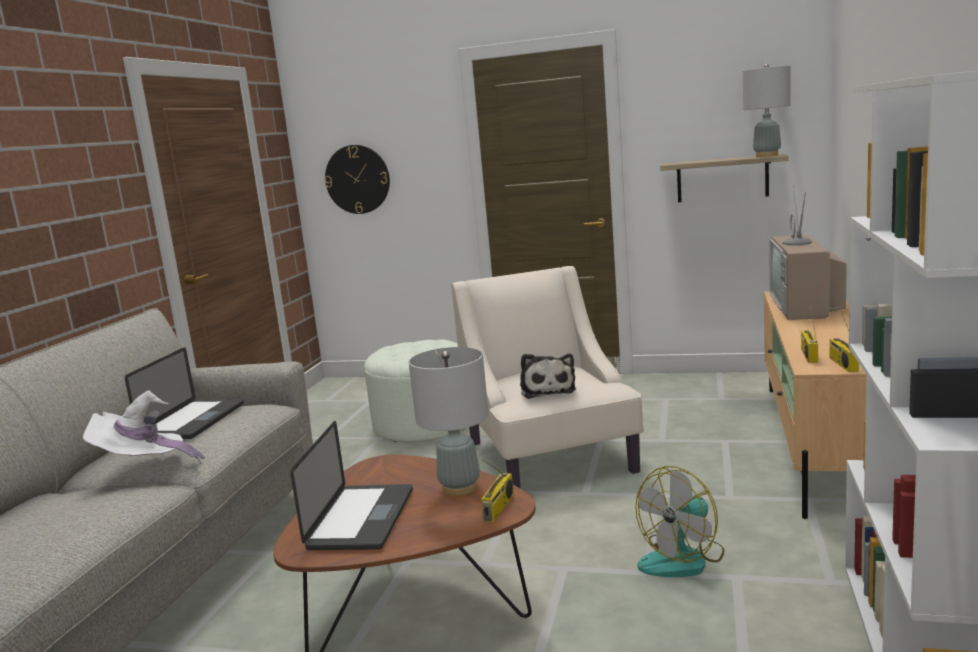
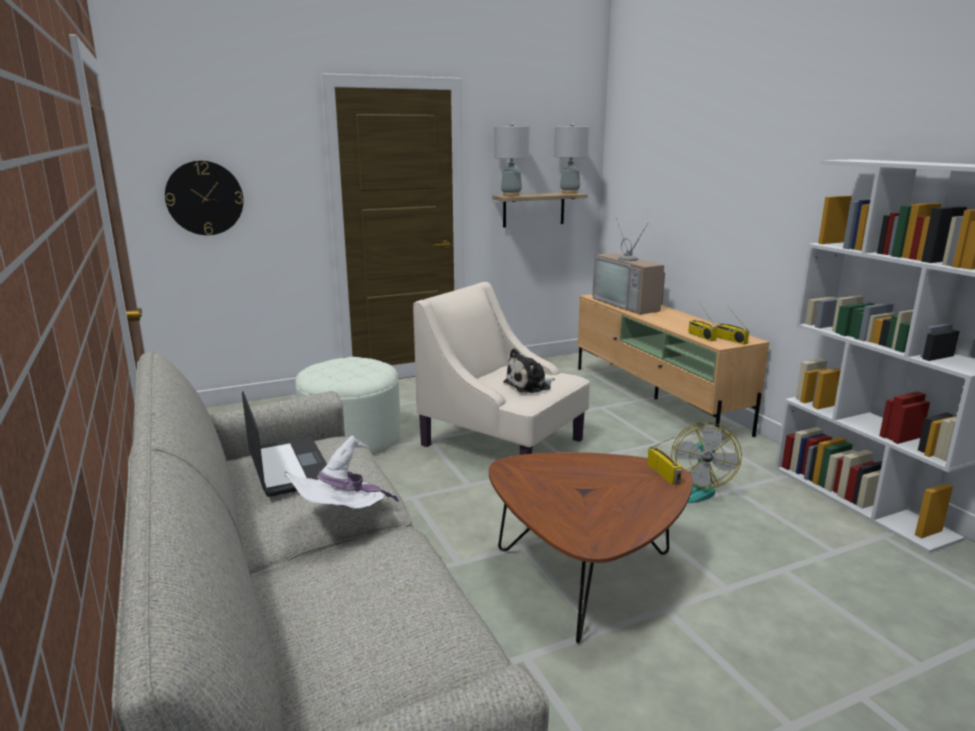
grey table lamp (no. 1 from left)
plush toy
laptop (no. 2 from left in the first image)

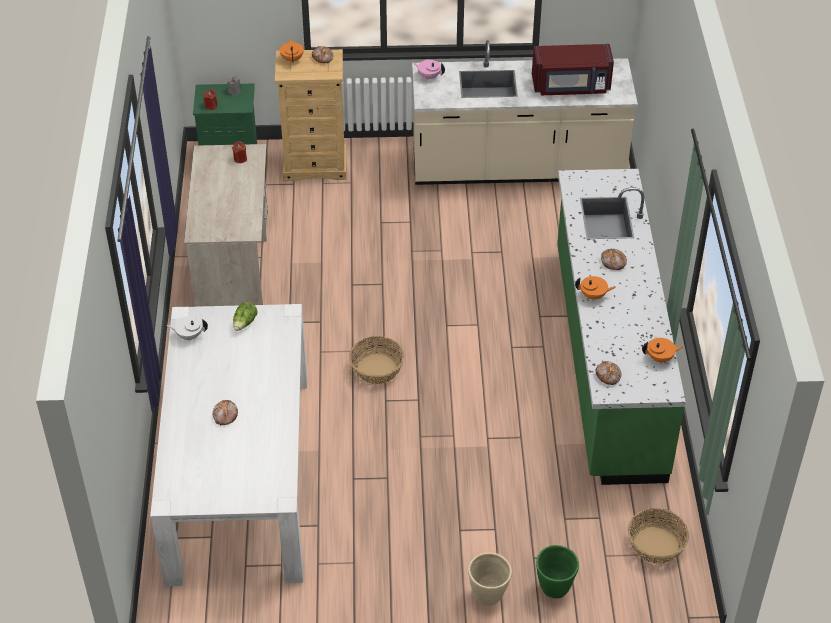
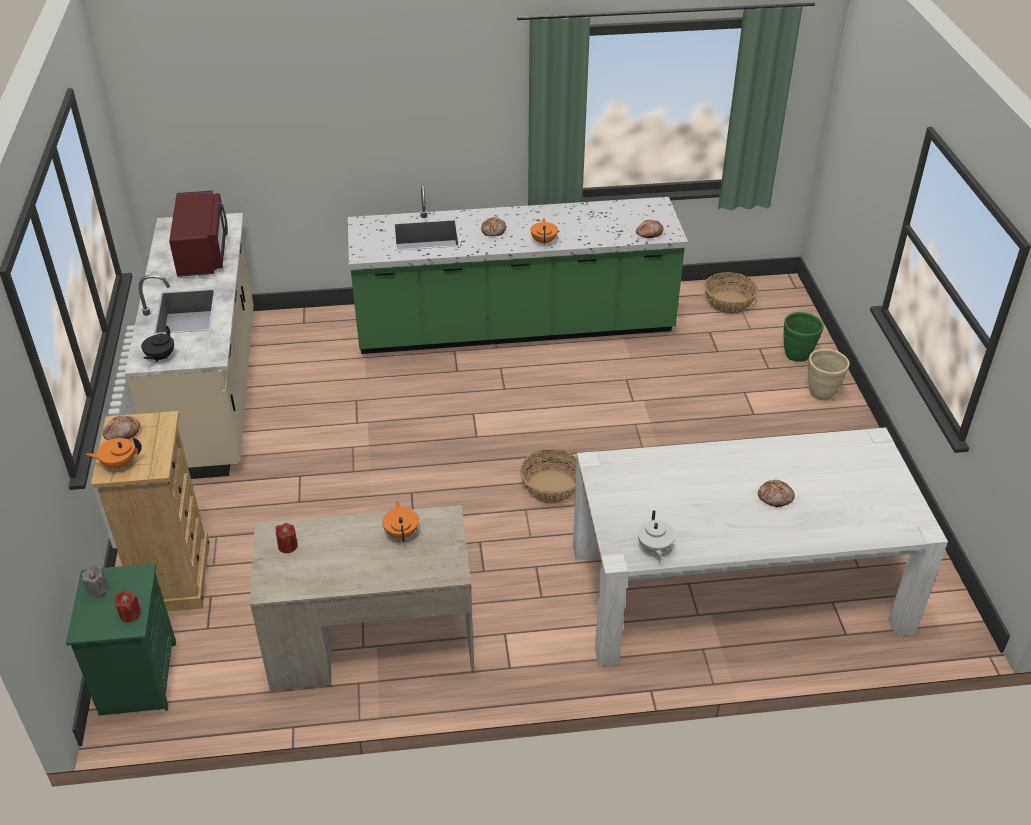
black teapot
orange teapot (no. 2 from left)
lettuce

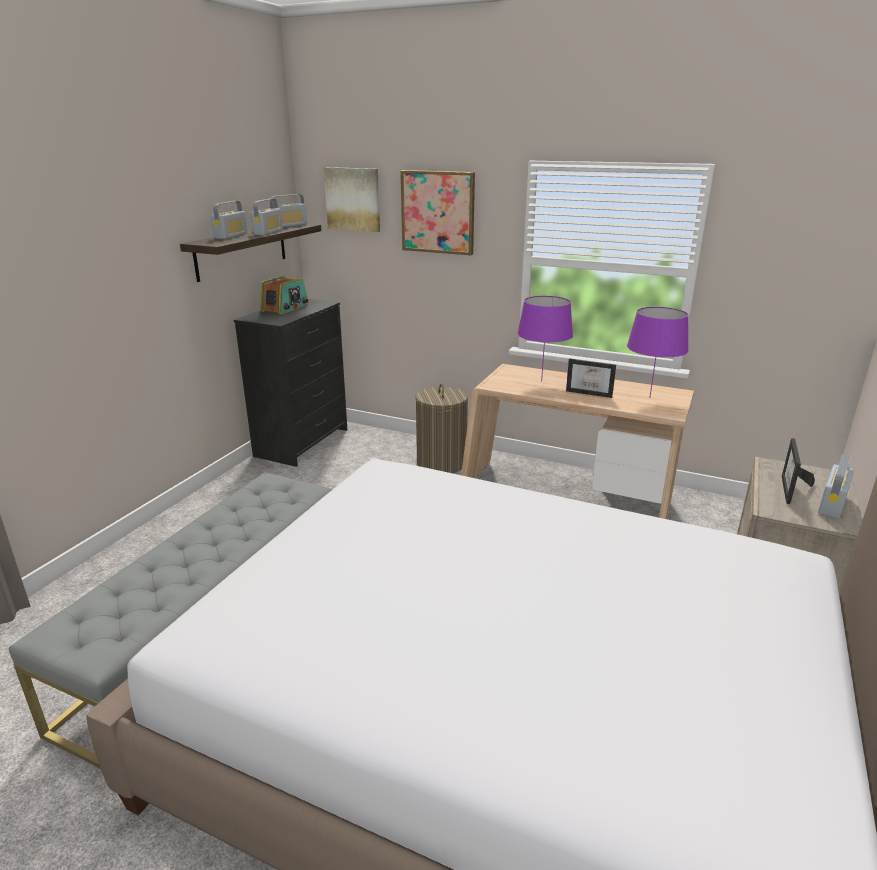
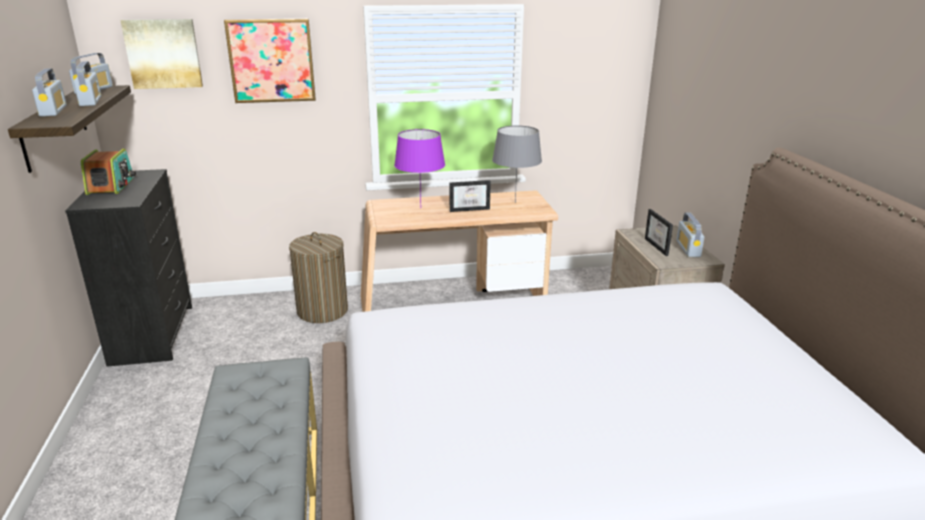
grey table lamp

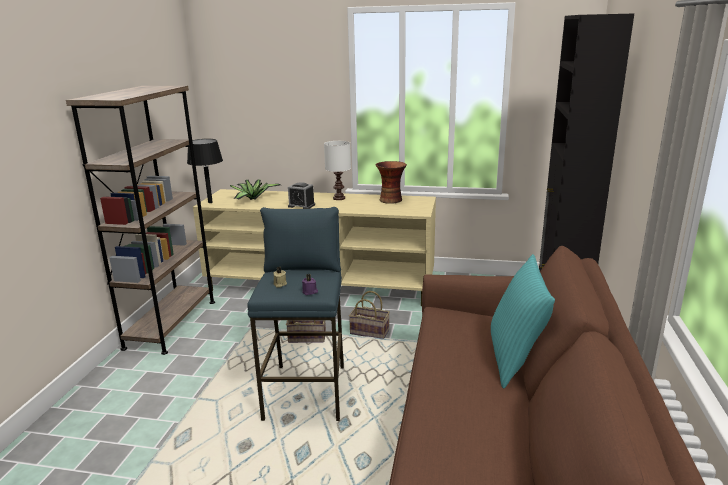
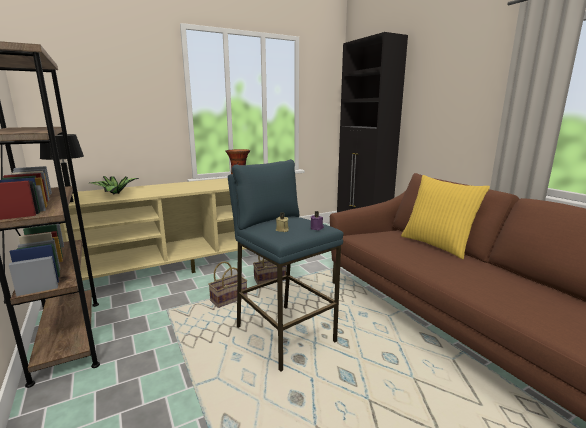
yellow pillow
alarm clock
white table lamp

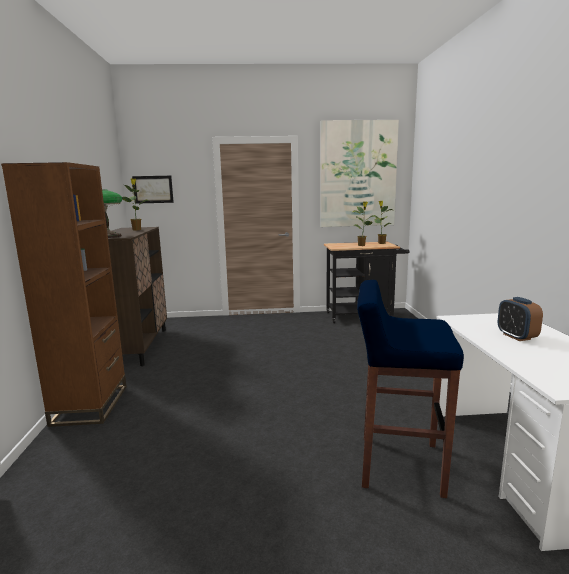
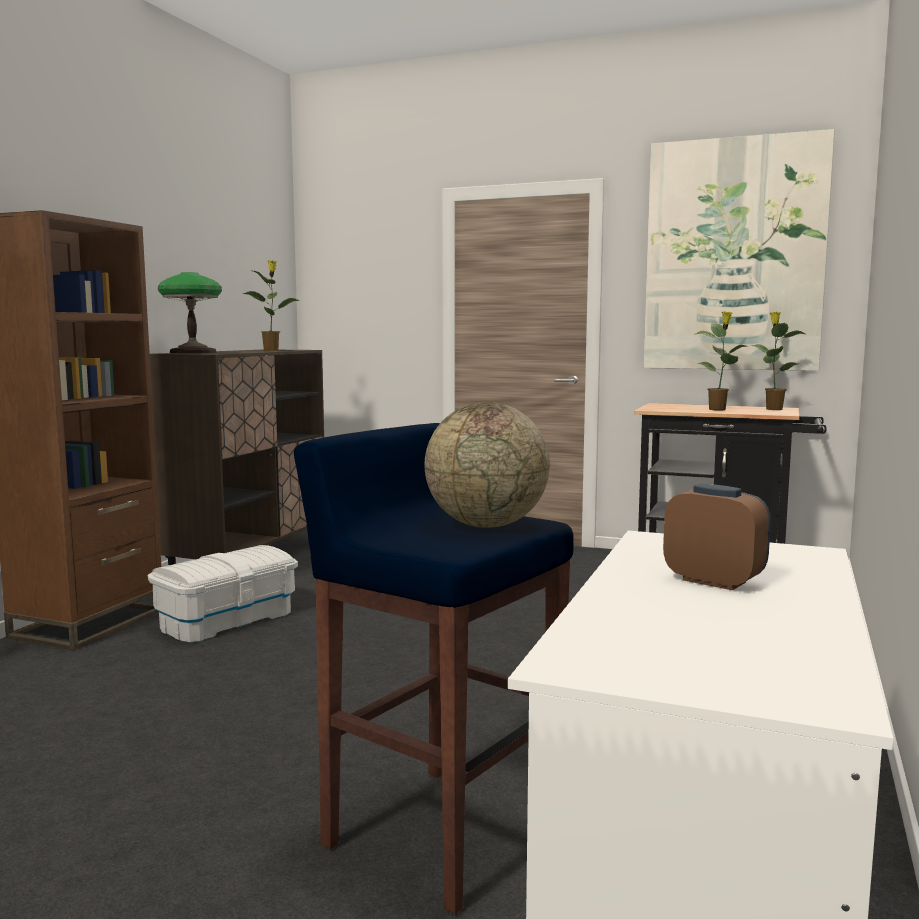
white storage box
globe
alarm clock
picture (no. 1 from left in the first image)

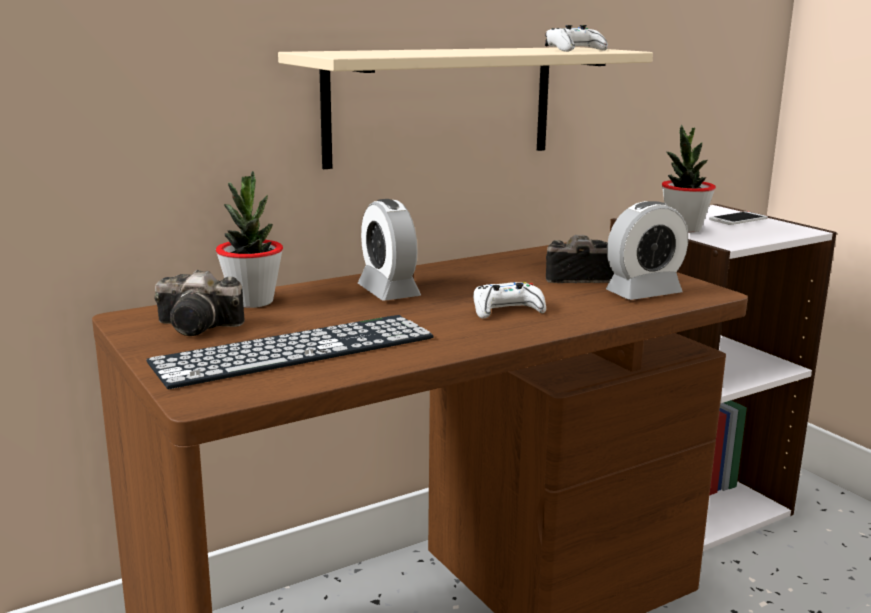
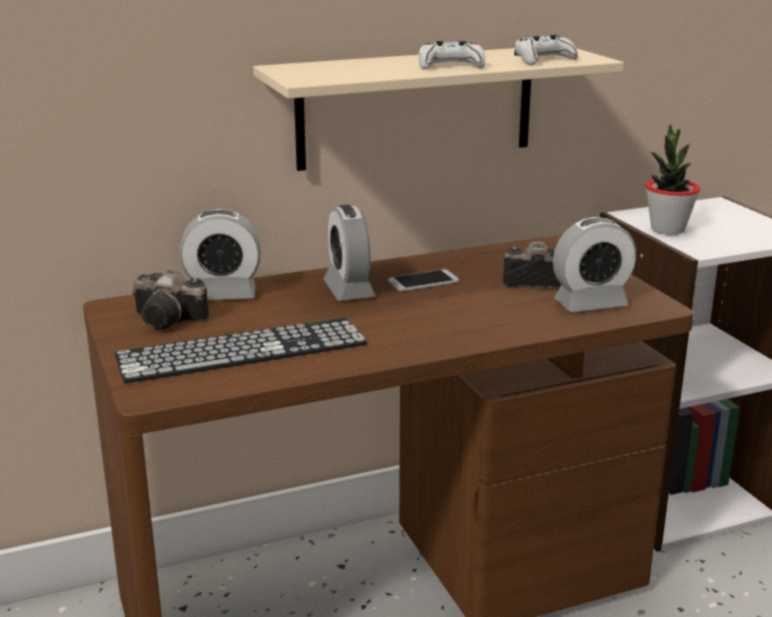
alarm clock (no. 1 from left)
phone
white game controller (no. 1 from left)

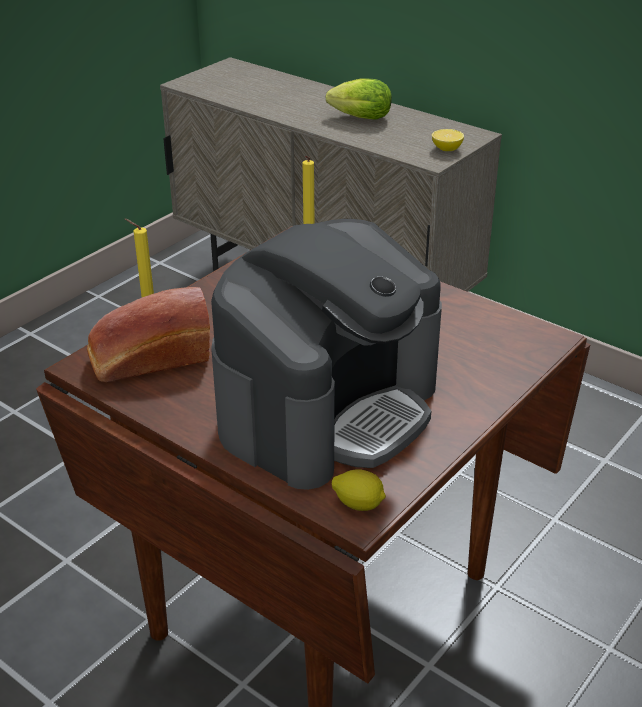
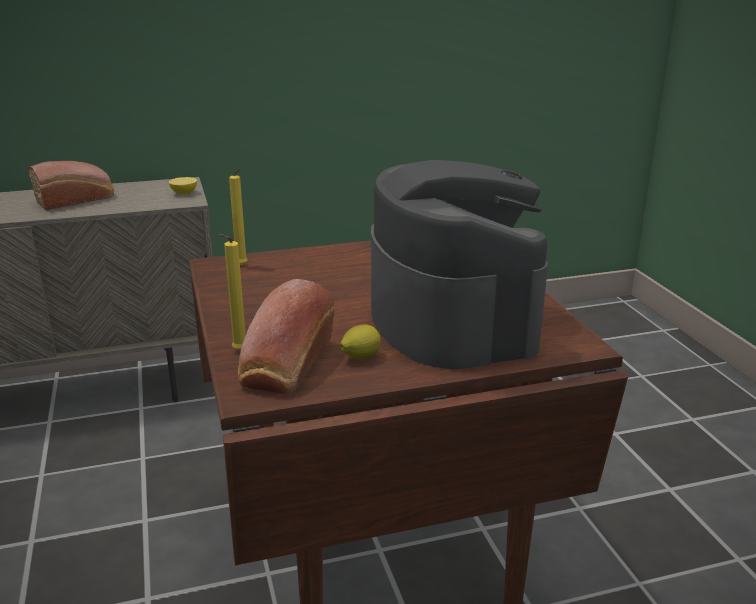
bread (no. 1 from left)
lemon (no. 2 from left)

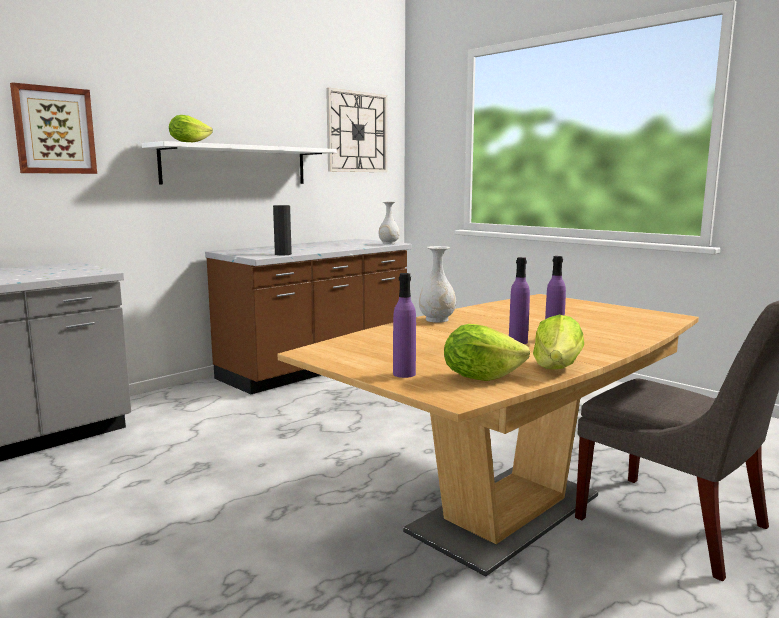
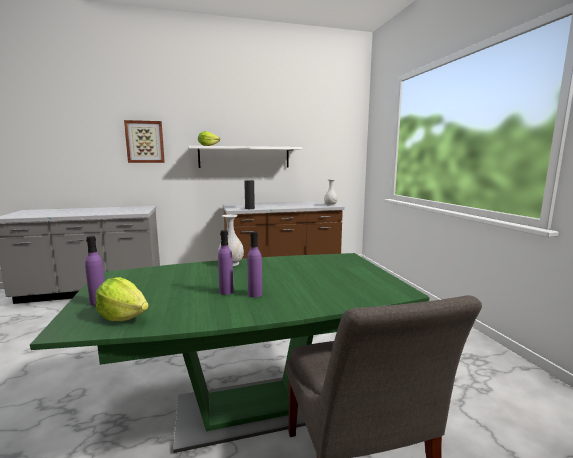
green dining table
wall clock
lettuce (no. 3 from left in the first image)

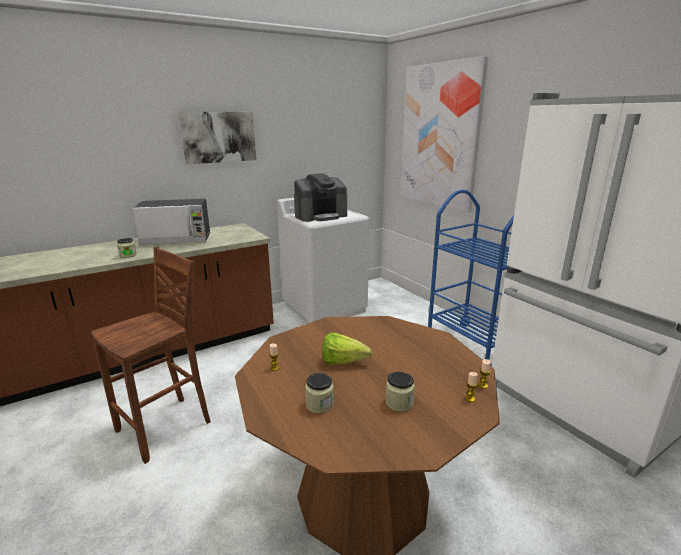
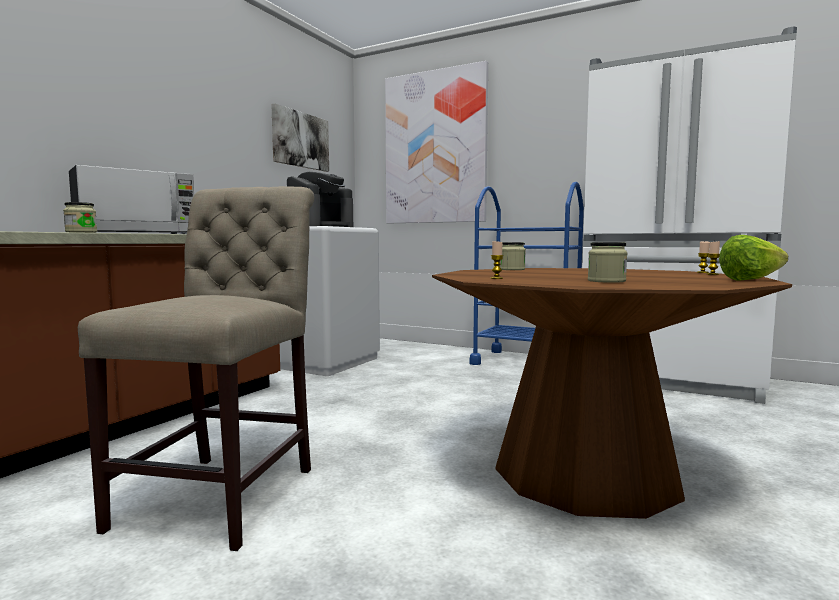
beige chair
picture (no. 1 from left)
jar (no. 2 from left)
lettuce

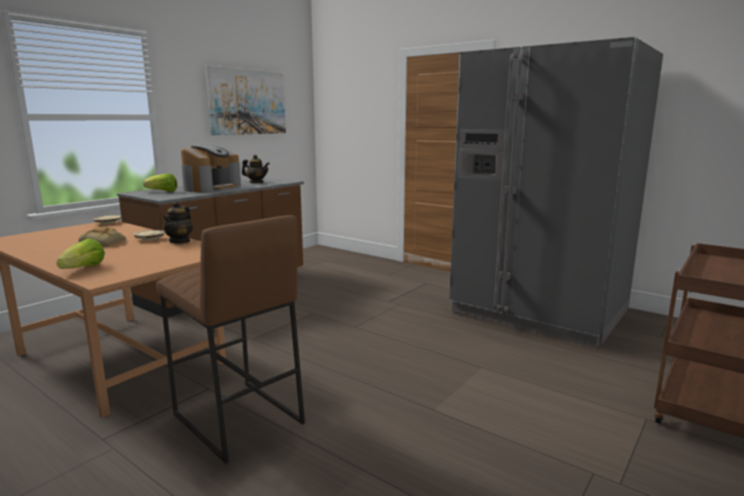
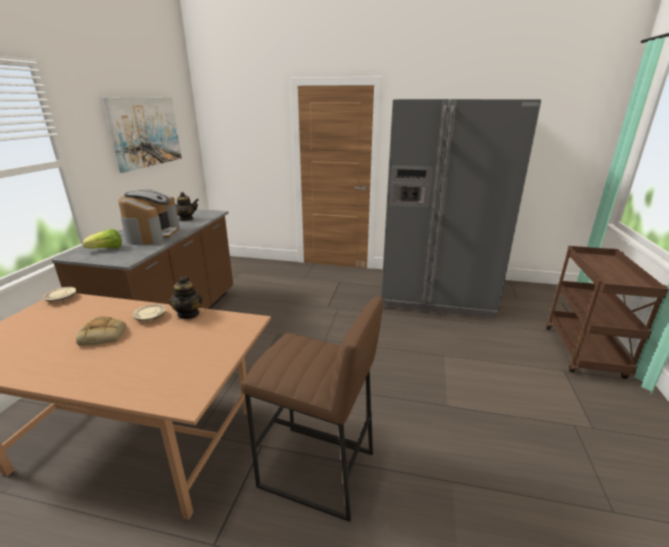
lettuce (no. 1 from left in the first image)

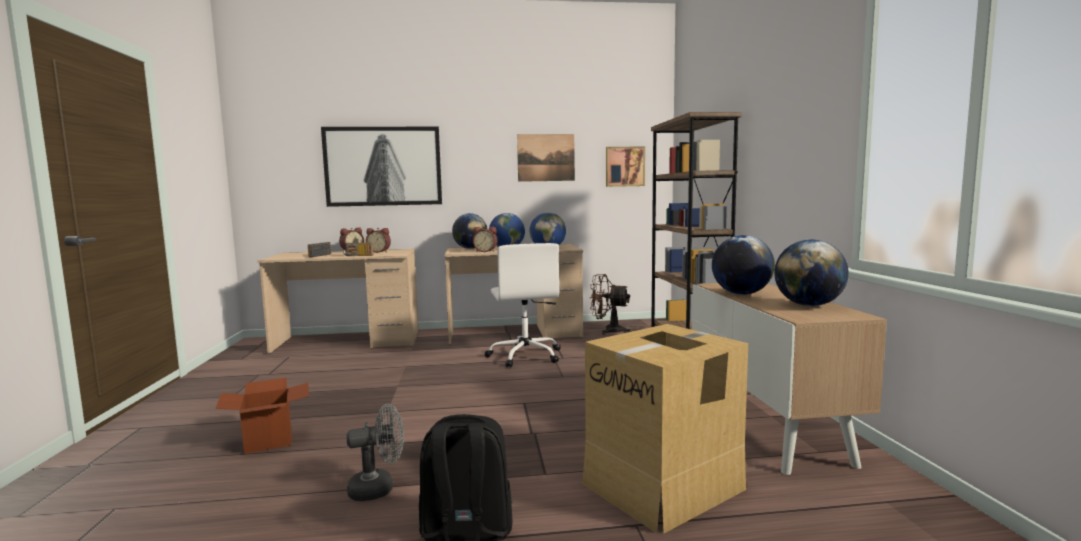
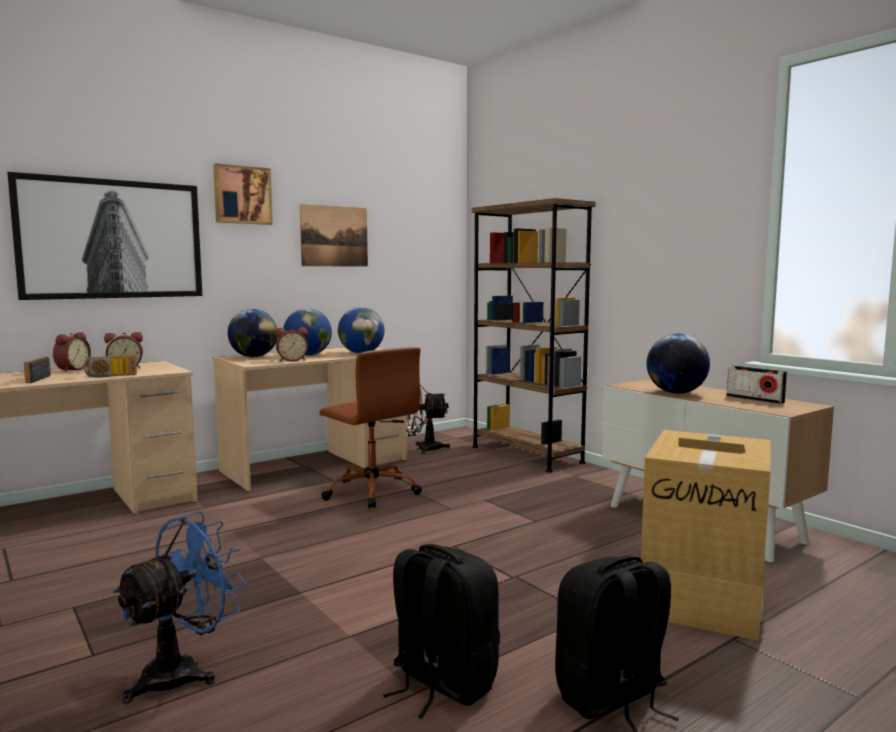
blue fan
picture (no. 2 from left)
brown office chair
black backpack (no. 1 from left)
radio (no. 3 from left)

